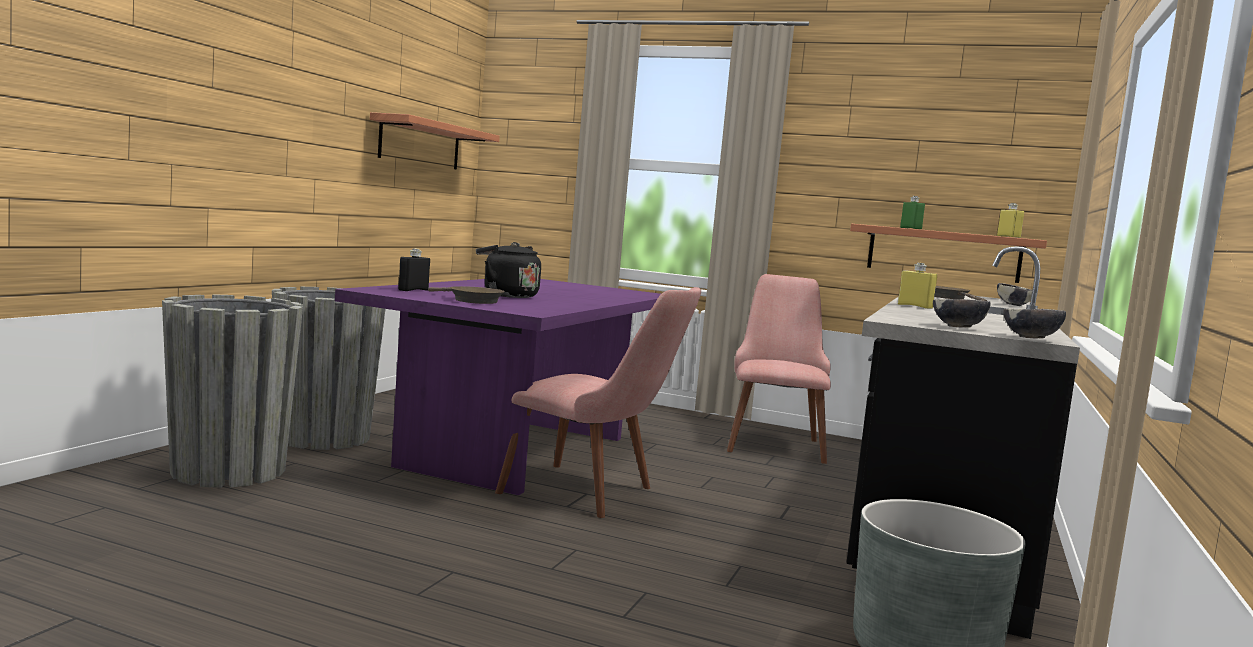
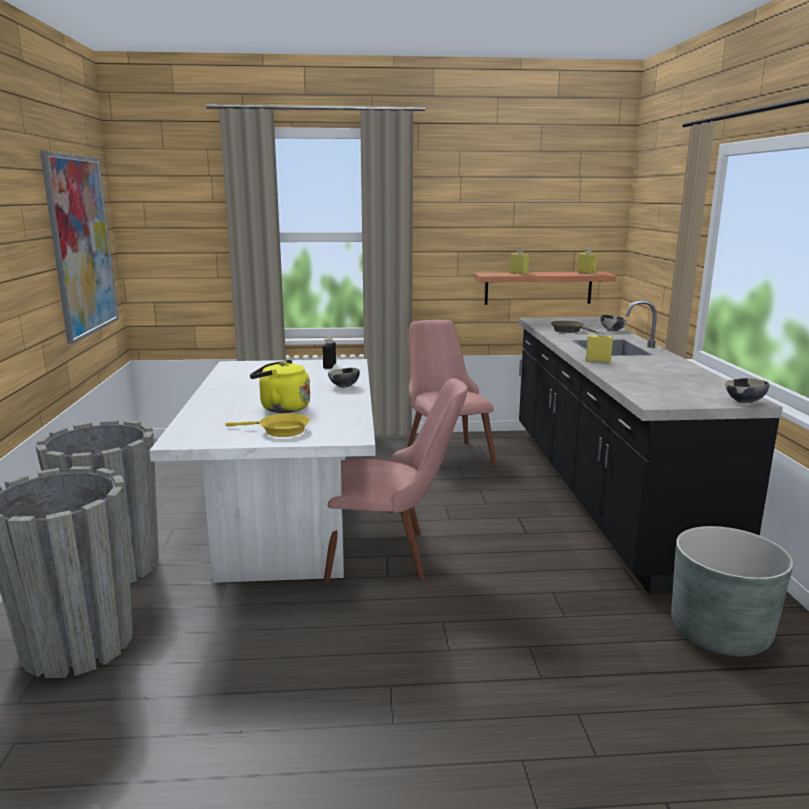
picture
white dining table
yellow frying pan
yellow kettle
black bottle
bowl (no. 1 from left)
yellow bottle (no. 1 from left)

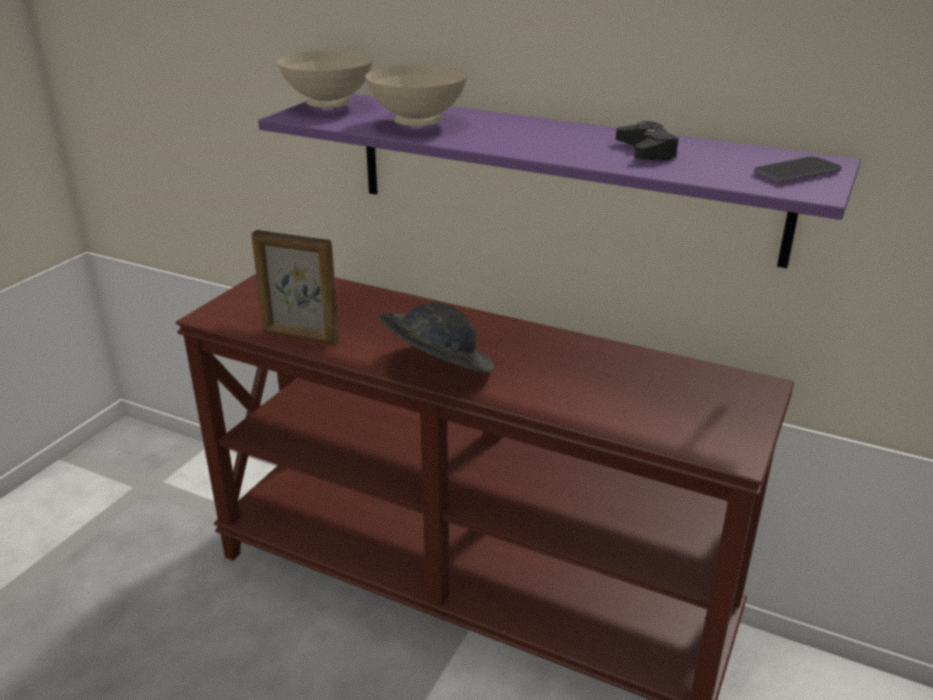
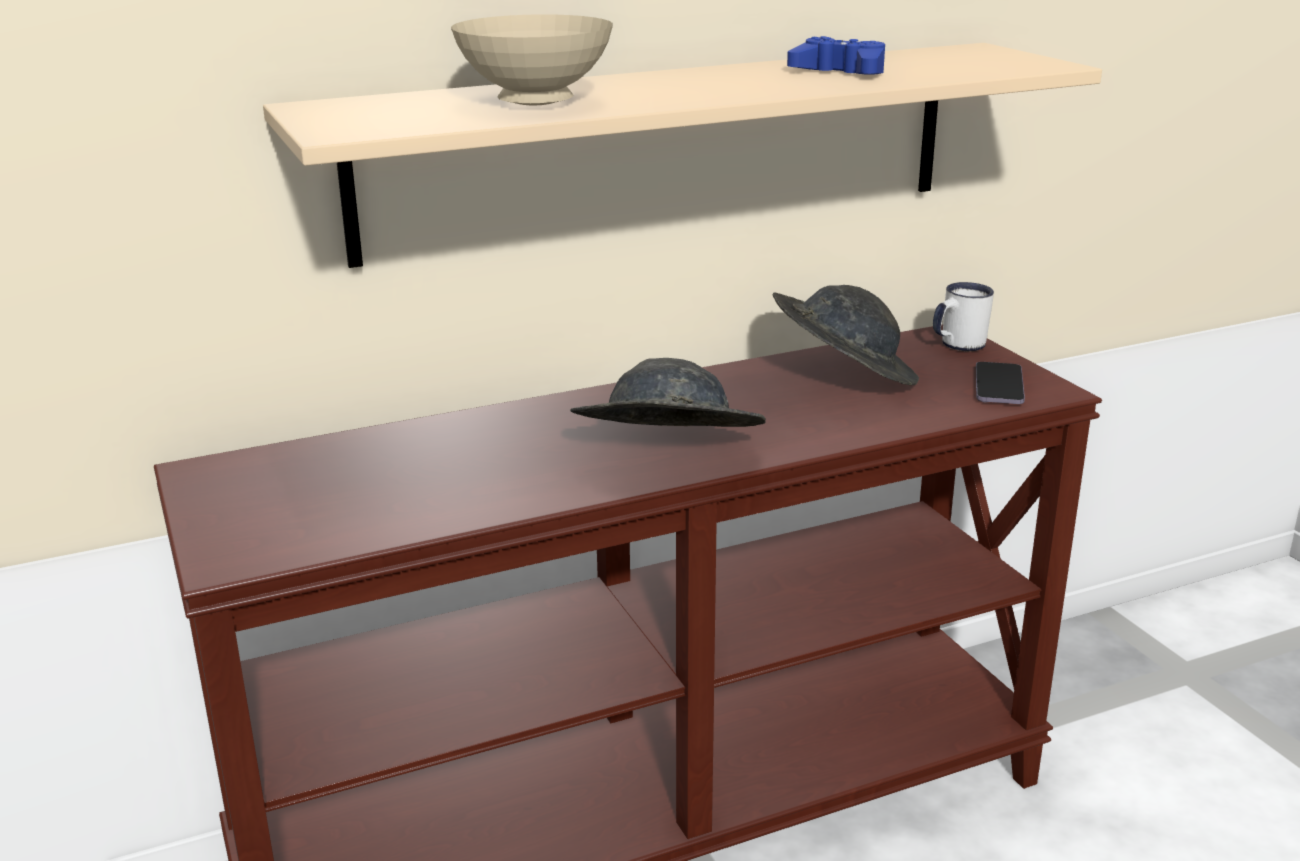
beige shelf
grey hat (no. 2 from left)
blue game controller
white mug
phone
picture frame
beige bowl (no. 1 from left in the first image)

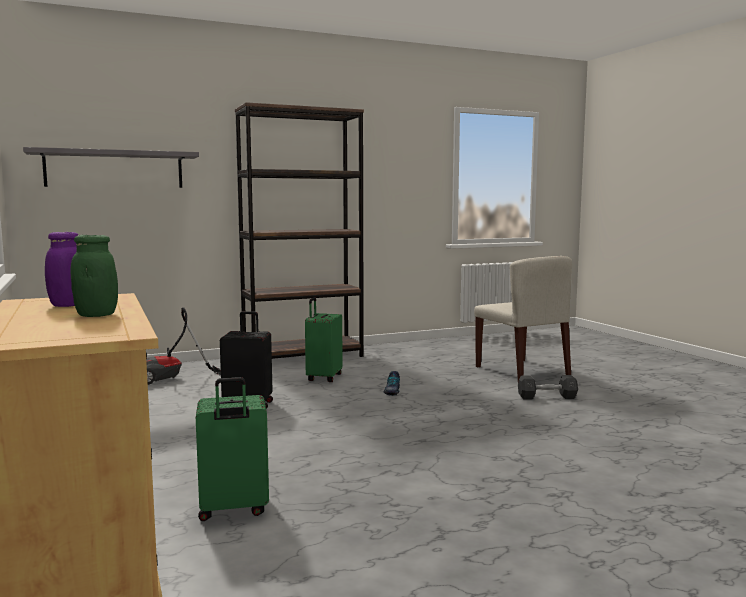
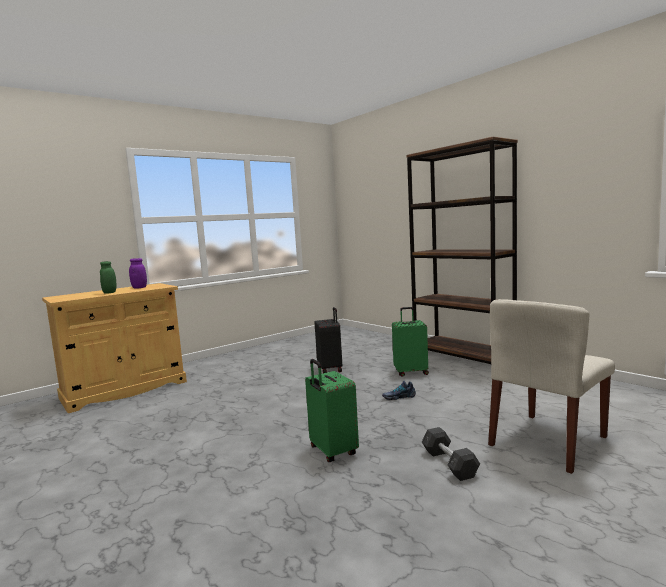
green suitcase (no. 1 from left)
grey shelf
vacuum cleaner

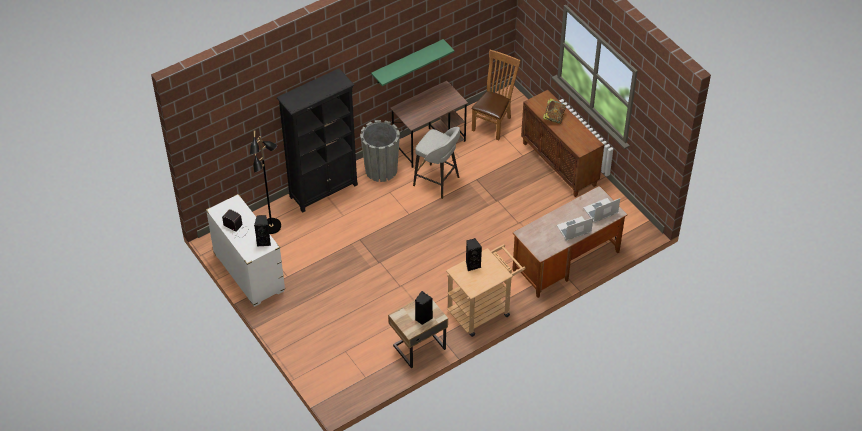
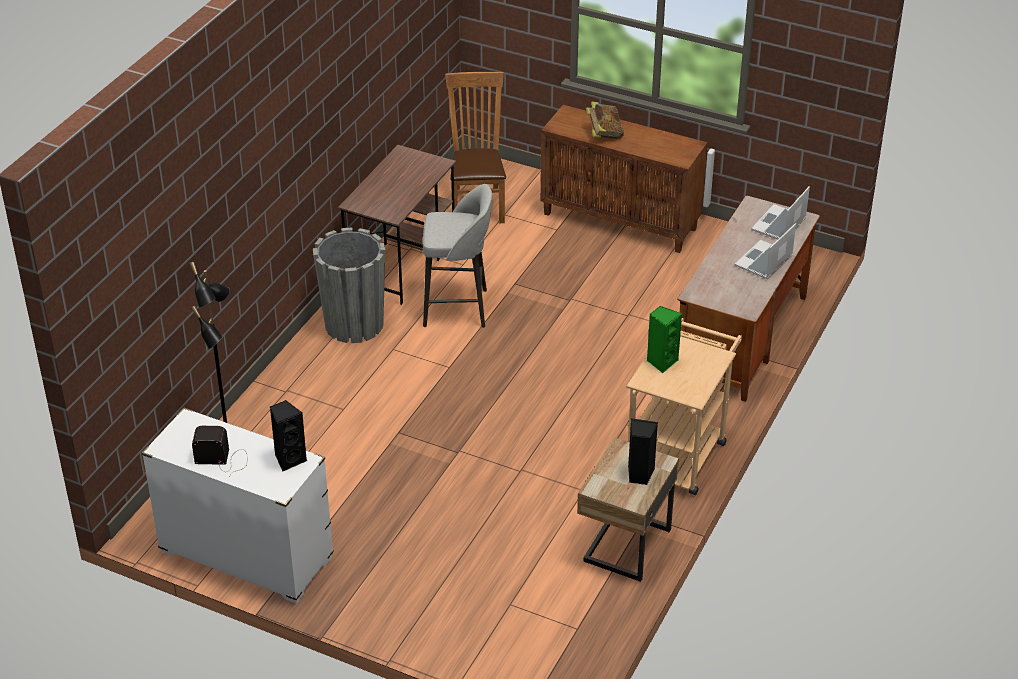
green speaker
black bookcase
green shelf

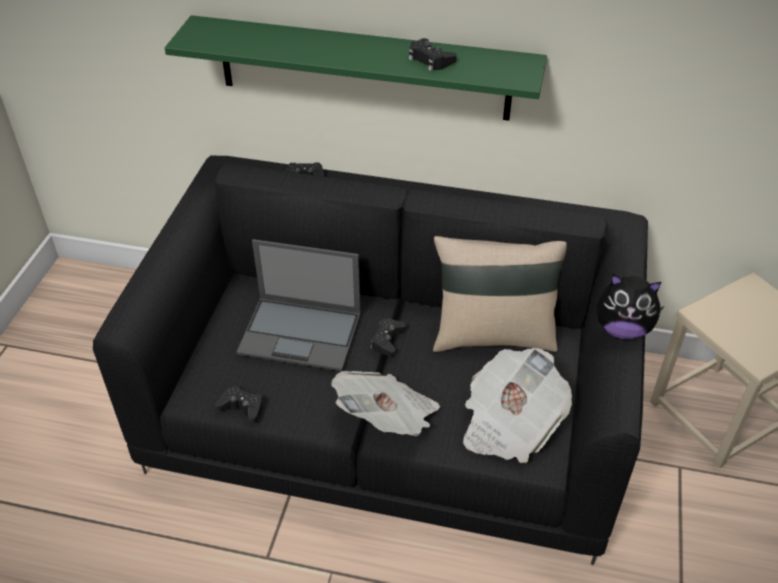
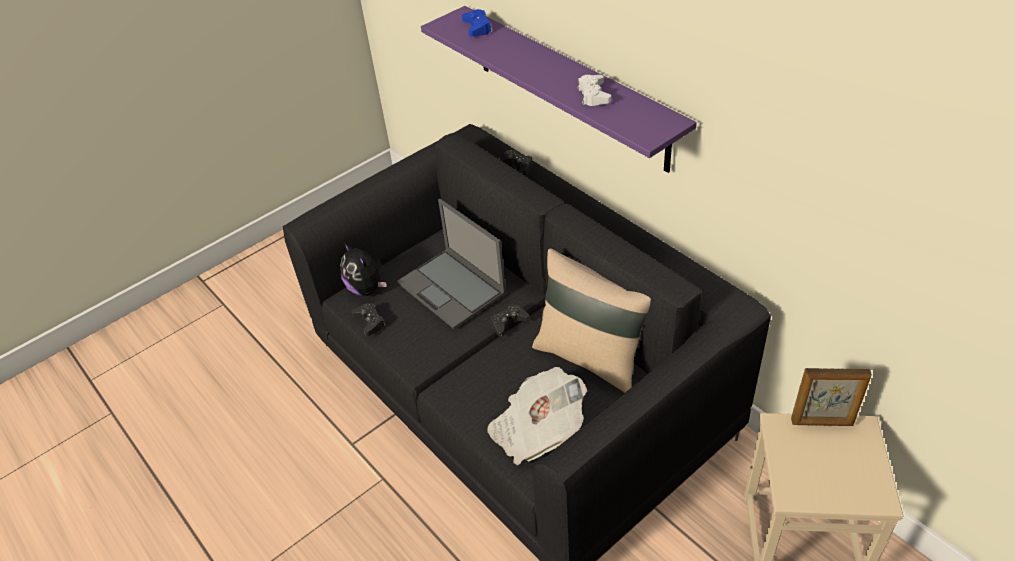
plush toy
purple shelf
blue game controller
white game controller
picture frame
newspaper (no. 1 from left in the first image)

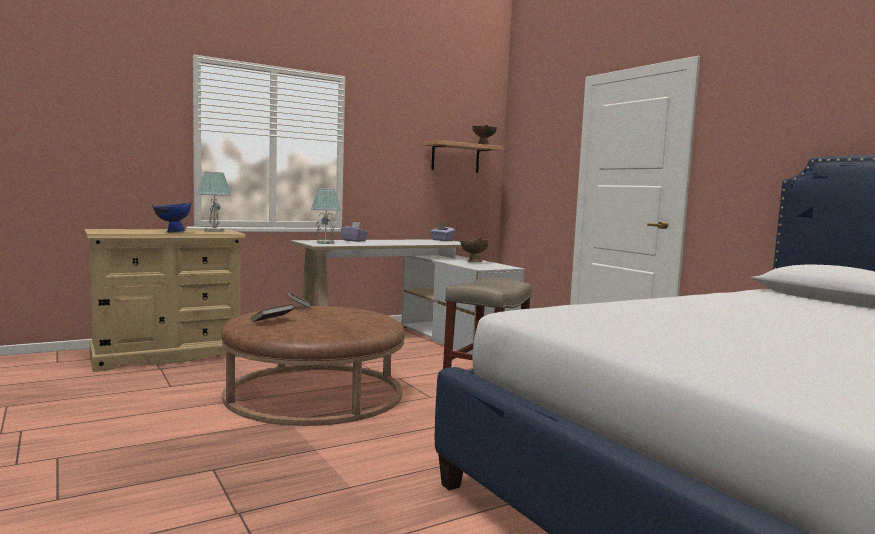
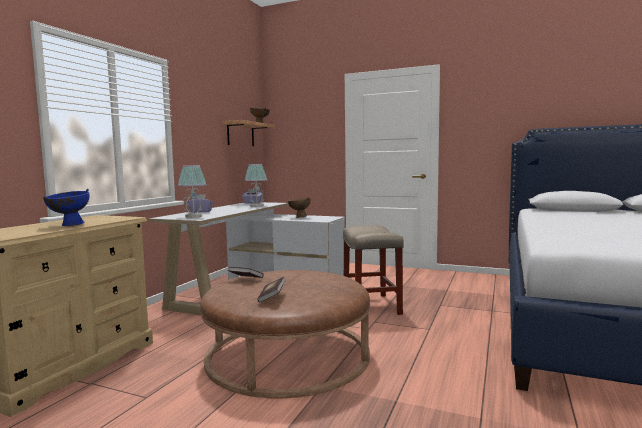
table lamp (no. 2 from left)

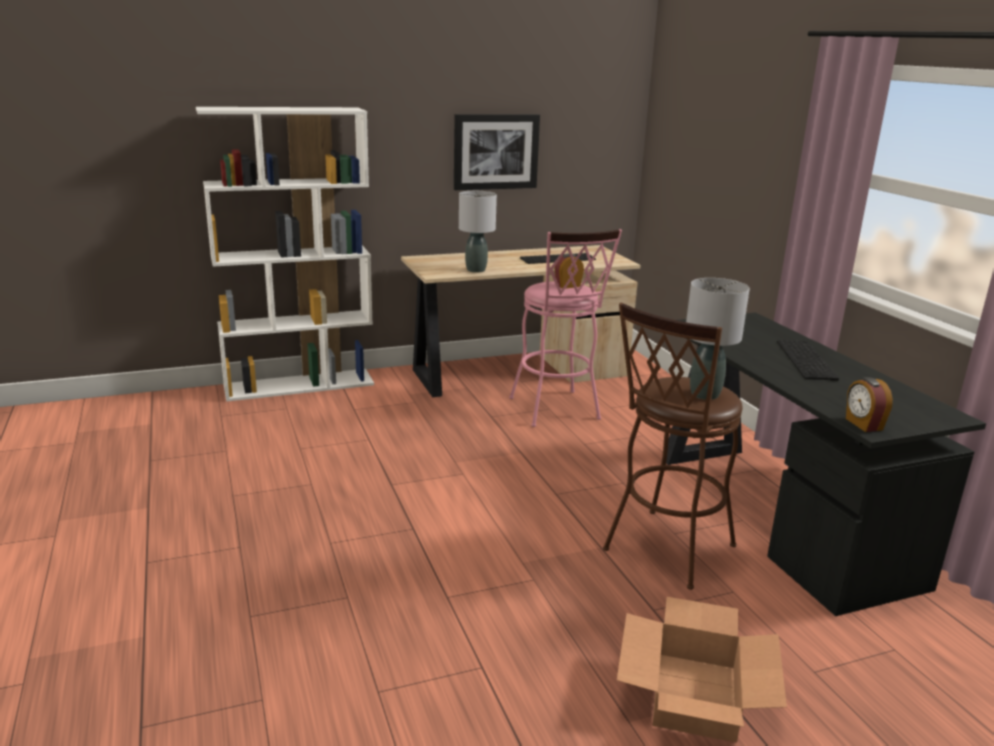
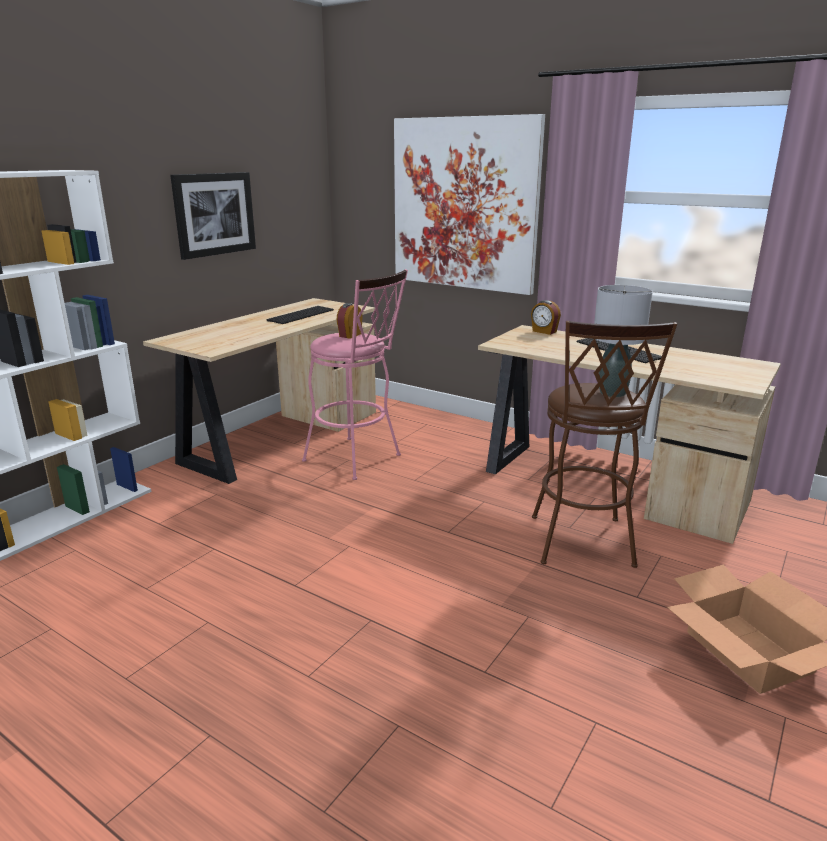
picture (no. 2 from left)
beige desk (no. 2 from left)
alarm clock (no. 2 from left)
grey table lamp (no. 1 from left in the first image)

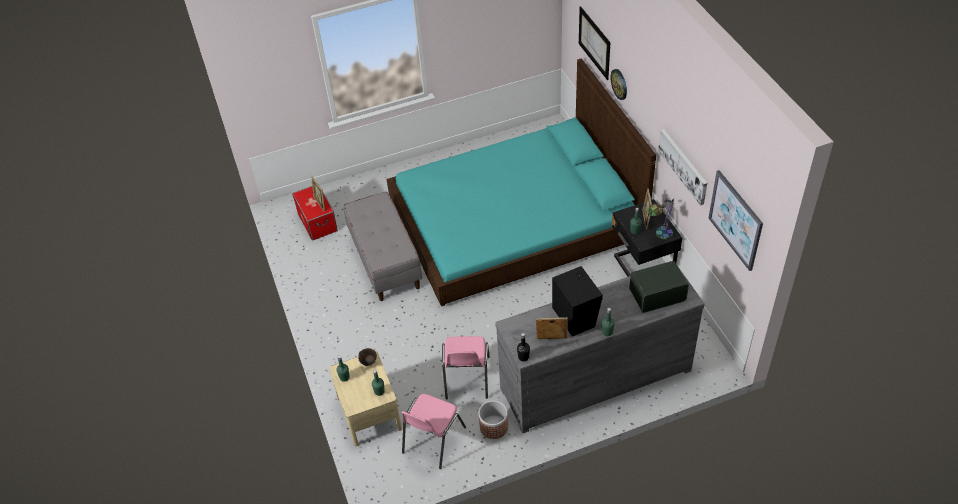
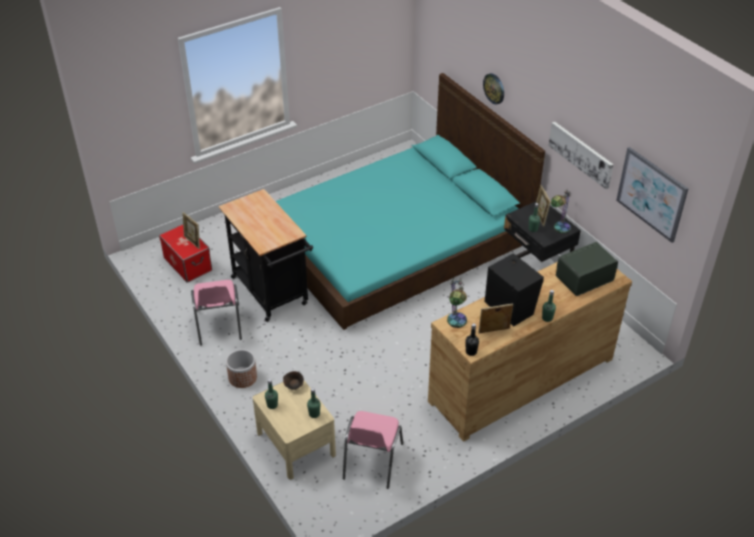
pink chair (no. 1 from left)
black cart
planter
brown dresser
table lamp (no. 1 from left)
picture (no. 1 from left in the first image)

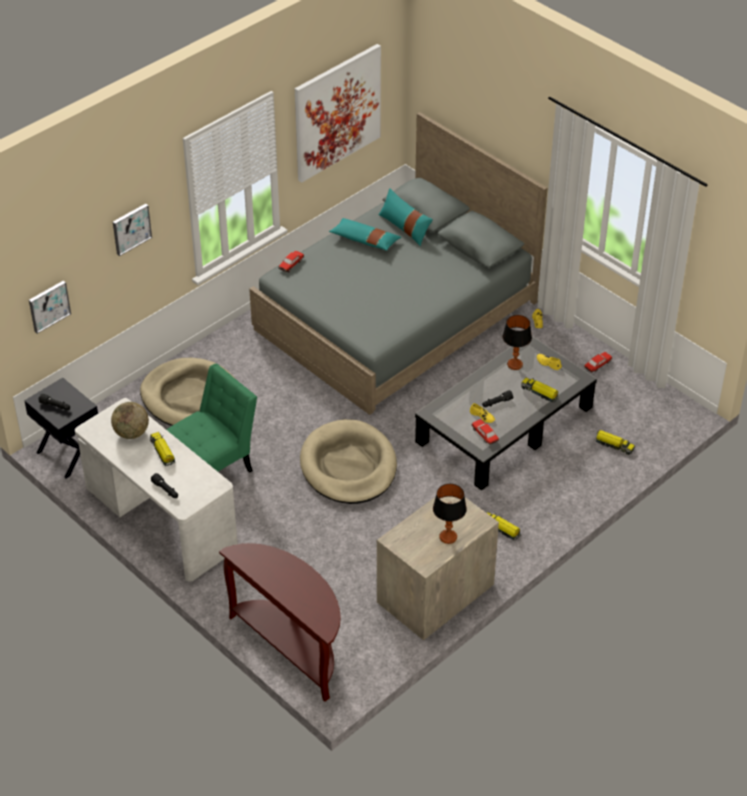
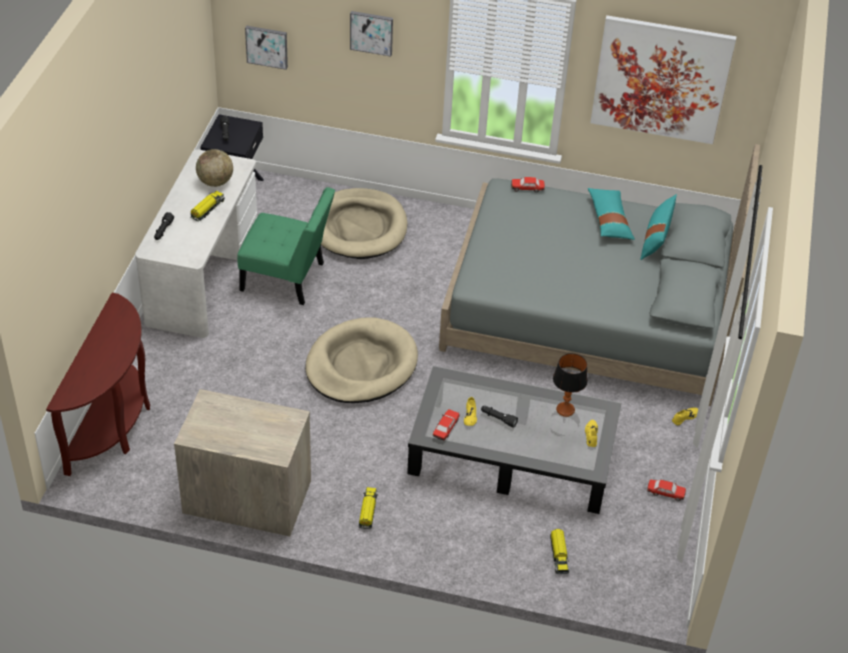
table lamp (no. 1 from left in the first image)
toy truck (no. 3 from left in the first image)

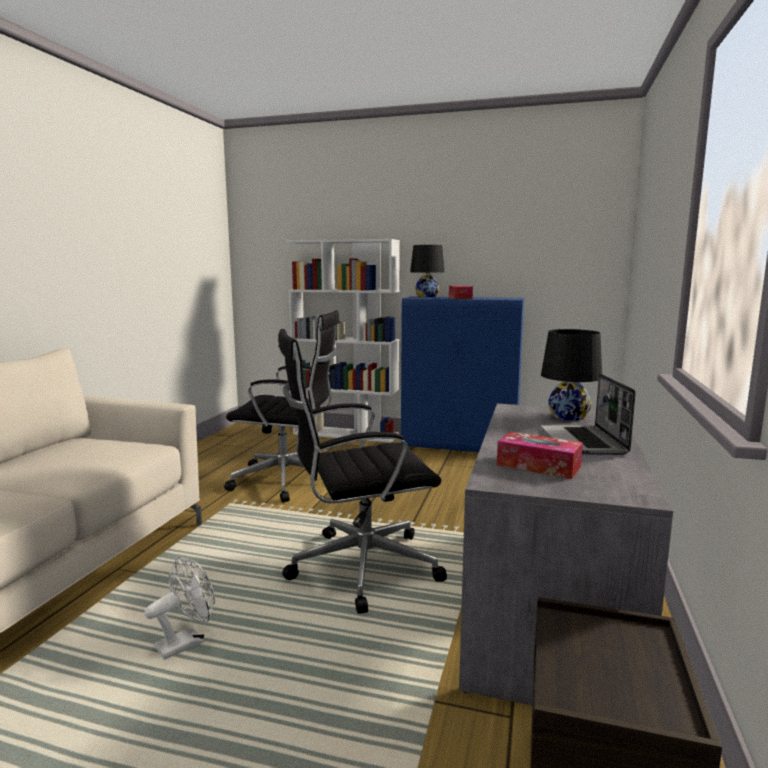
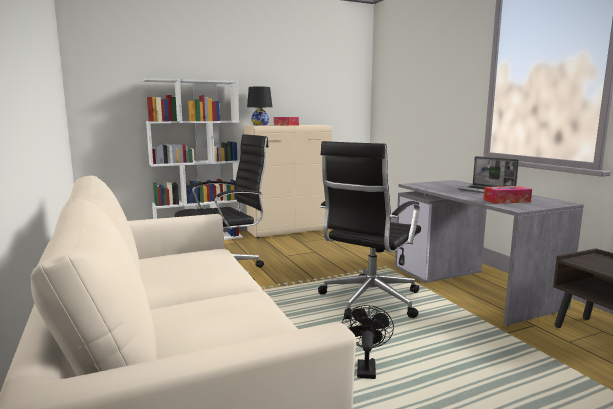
beige cabinet
black fan
black table lamp (no. 2 from left in the first image)

